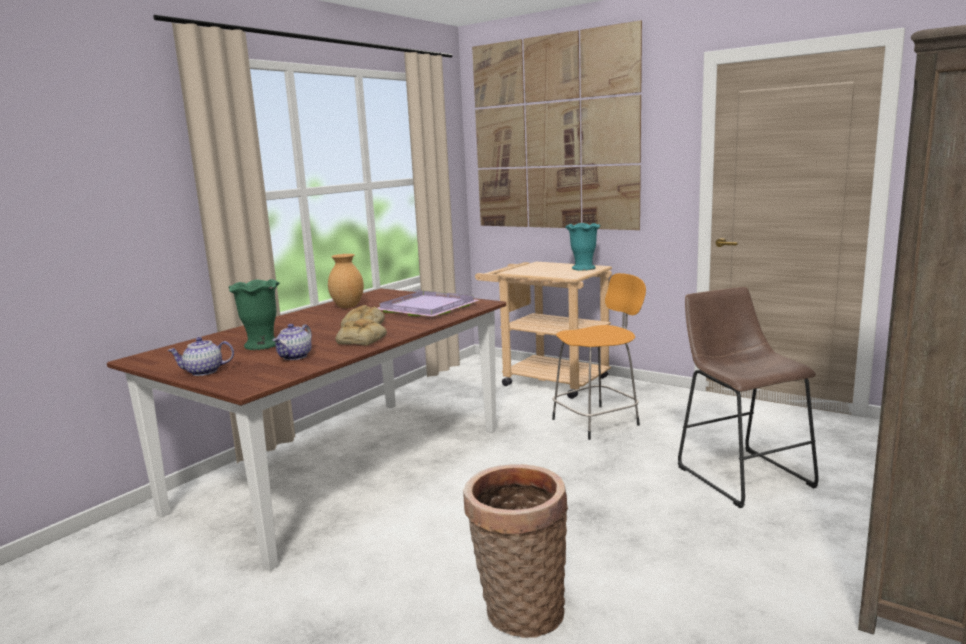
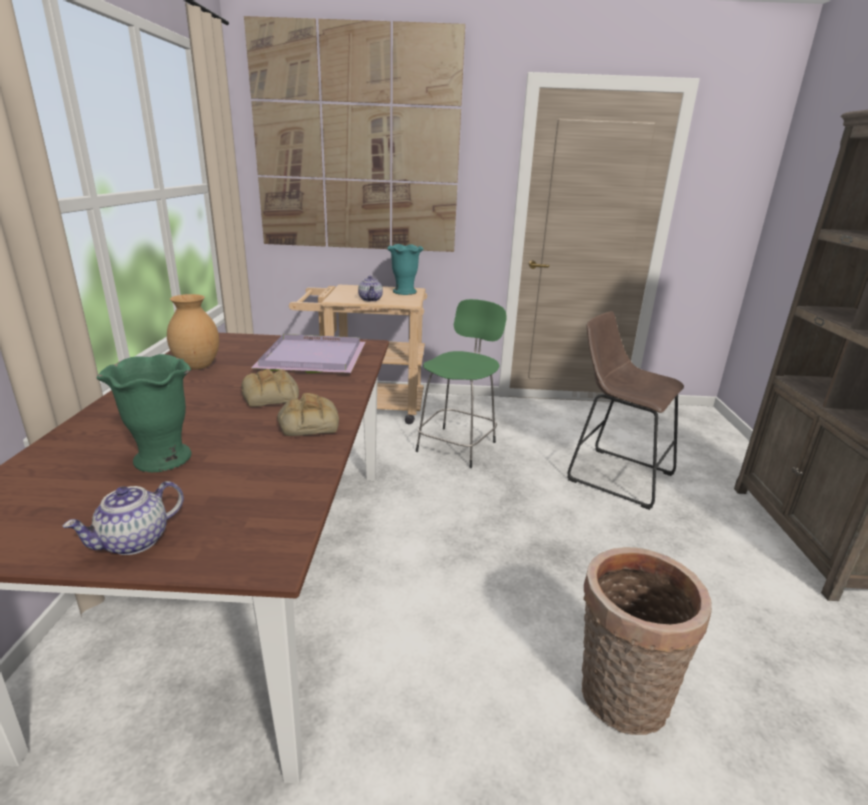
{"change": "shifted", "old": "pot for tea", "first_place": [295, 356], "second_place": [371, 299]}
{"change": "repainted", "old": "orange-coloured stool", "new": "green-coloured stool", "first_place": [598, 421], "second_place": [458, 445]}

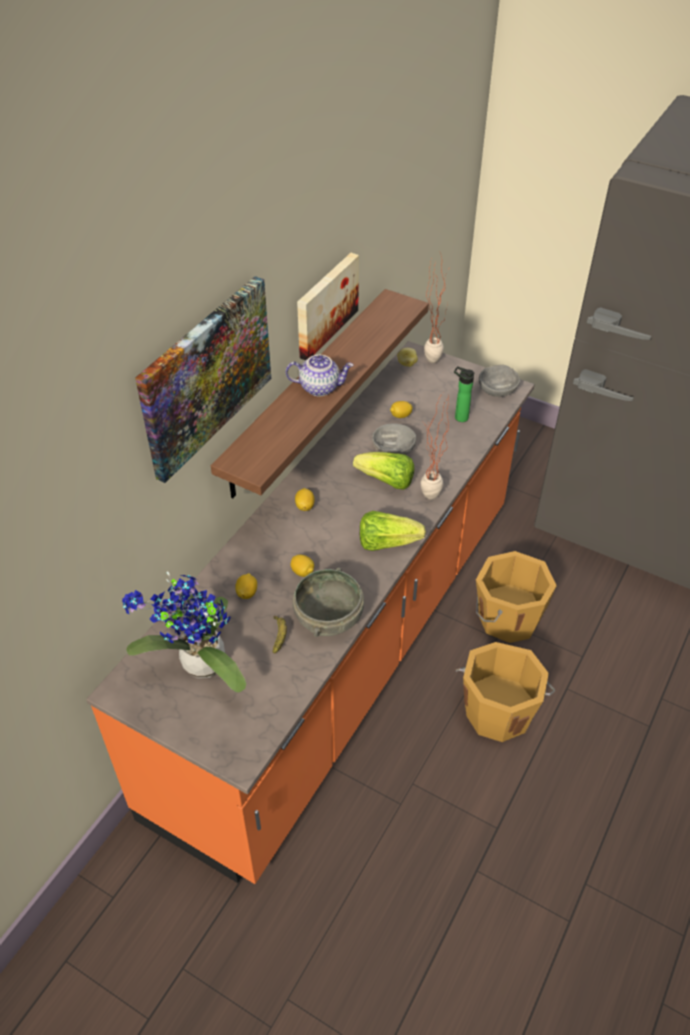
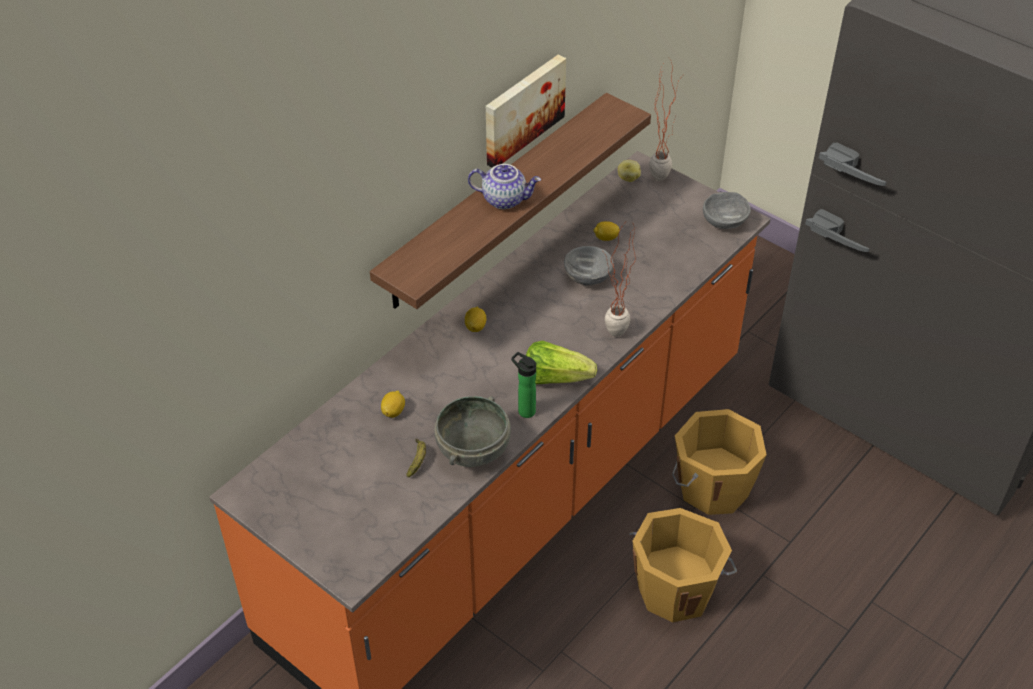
{"change": "gone", "old": "potted plant", "first_place": [198, 666]}
{"change": "gone", "old": "wall art", "first_place": [205, 376]}
{"change": "gone", "old": "citrus fruit", "first_place": [302, 572]}
{"change": "gone", "old": "lettuce", "first_place": [386, 481]}
{"change": "shifted", "old": "drink bottle", "first_place": [459, 417], "second_place": [524, 410]}

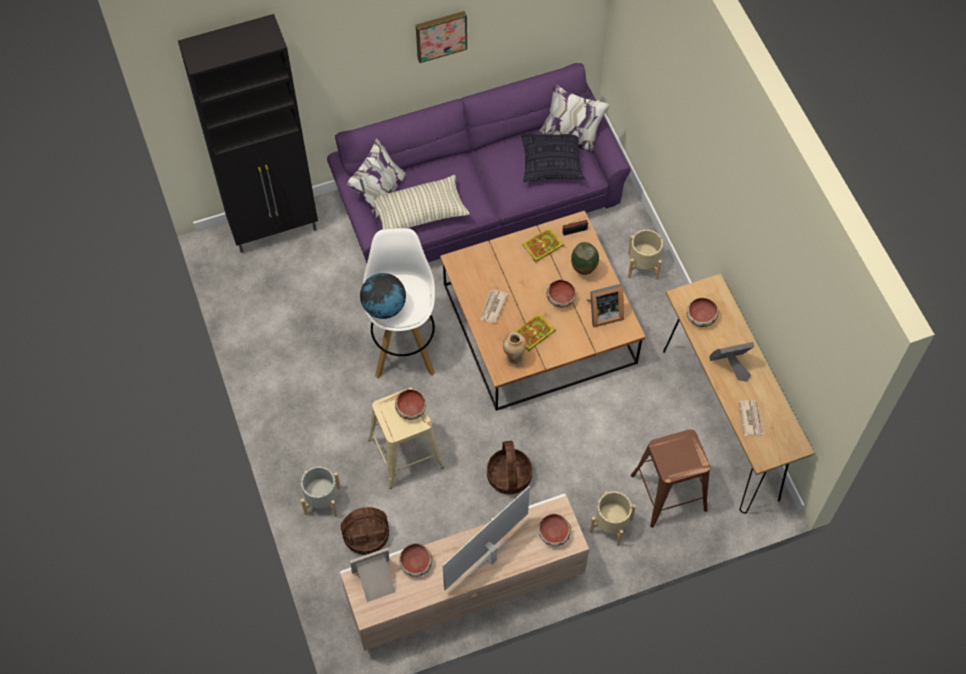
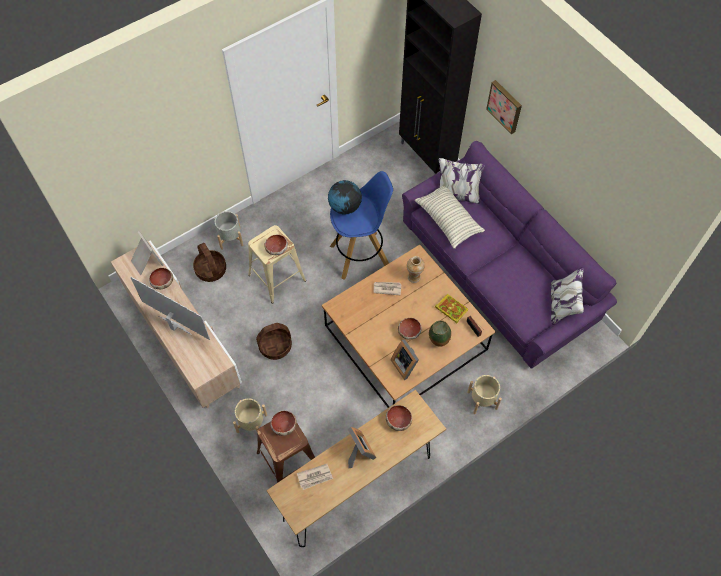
{"change": "repainted", "old": "white stool", "new": "blue-coloured stool", "first_place": [404, 345], "second_place": [360, 255]}
{"change": "shifted", "old": "wall art", "first_place": [440, 35], "second_place": [505, 106]}
{"change": "shifted", "old": "vase", "first_place": [514, 359], "second_place": [414, 277]}
{"change": "gone", "old": "bound book", "first_place": [533, 334]}
{"change": "gone", "old": "pillow", "first_place": [551, 163]}
{"change": "shifted", "old": "serving bowl", "first_place": [554, 534], "second_place": [284, 426]}

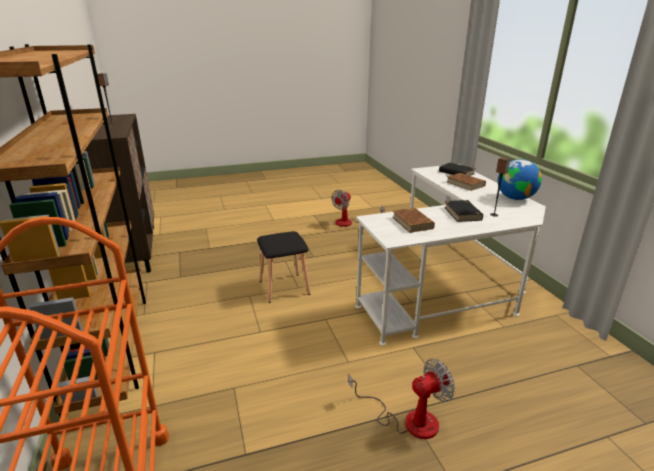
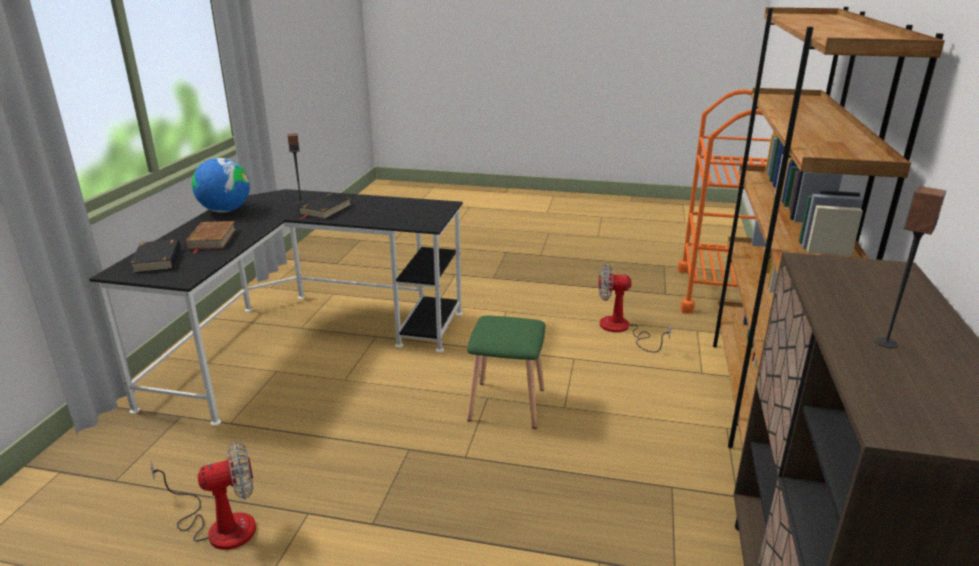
{"change": "repainted", "old": "black stool", "new": "green-coloured stool", "first_place": [283, 287], "second_place": [507, 405]}
{"change": "shifted", "old": "fan", "first_place": [409, 420], "second_place": [622, 330]}
{"change": "repainted", "old": "white desk table", "new": "black desk table", "first_place": [448, 285], "second_place": [303, 340]}
{"change": "gone", "old": "brownish bound book", "first_place": [412, 222]}

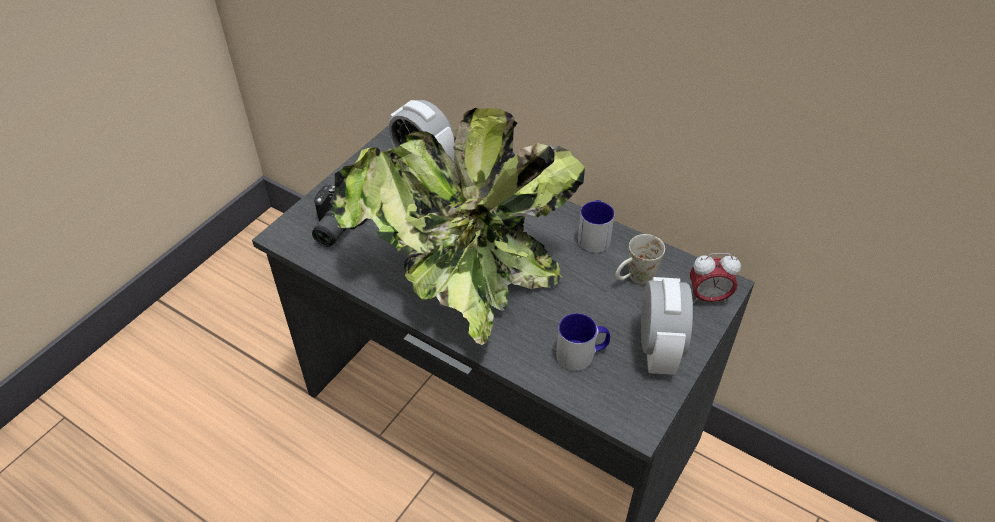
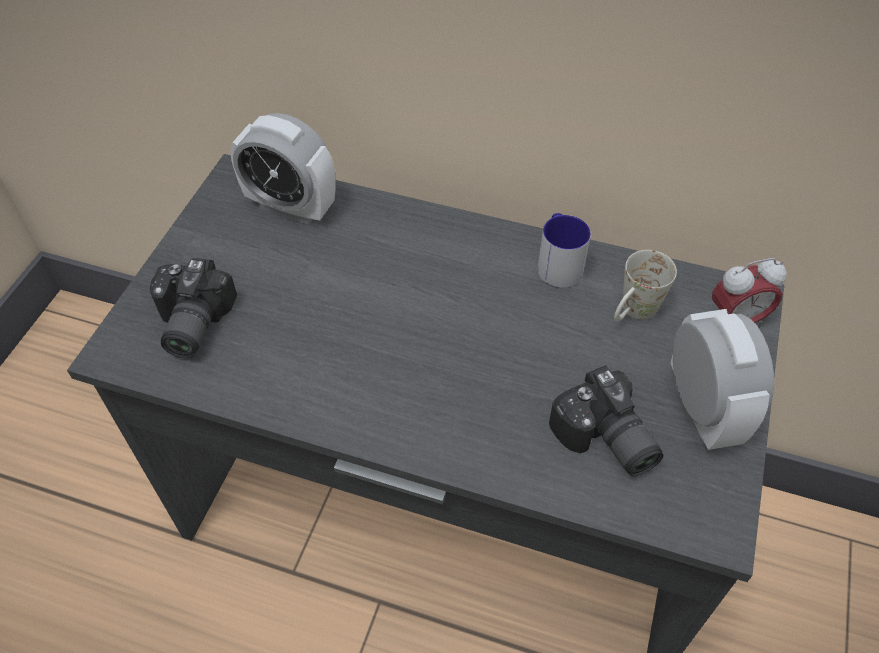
{"change": "gone", "old": "potted plant", "first_place": [460, 280]}
{"change": "swapped", "old": "mug", "new": "photo camera", "first_place": [582, 354], "second_place": [604, 441]}

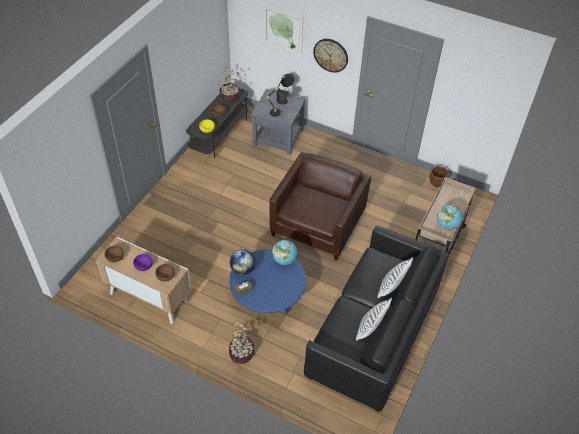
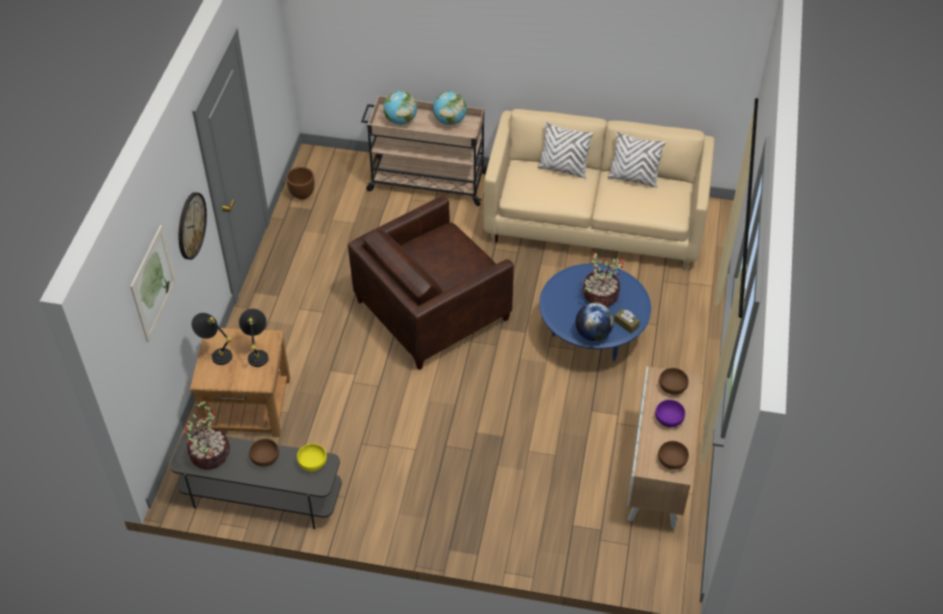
{"change": "shifted", "old": "potted plant", "first_place": [241, 353], "second_place": [599, 296]}
{"change": "repainted", "old": "greyish accent table", "new": "brownish accent table", "first_place": [278, 137], "second_place": [248, 405]}
{"change": "rotated", "old": "brownish lounge chair", "first_place": [318, 224], "second_place": [432, 309], "degrees": -45}
{"change": "shifted", "old": "globe", "first_place": [284, 260], "second_place": [400, 120]}
{"change": "repainted", "old": "black couch", "new": "sand-coloured couch", "first_place": [373, 334], "second_place": [595, 221]}

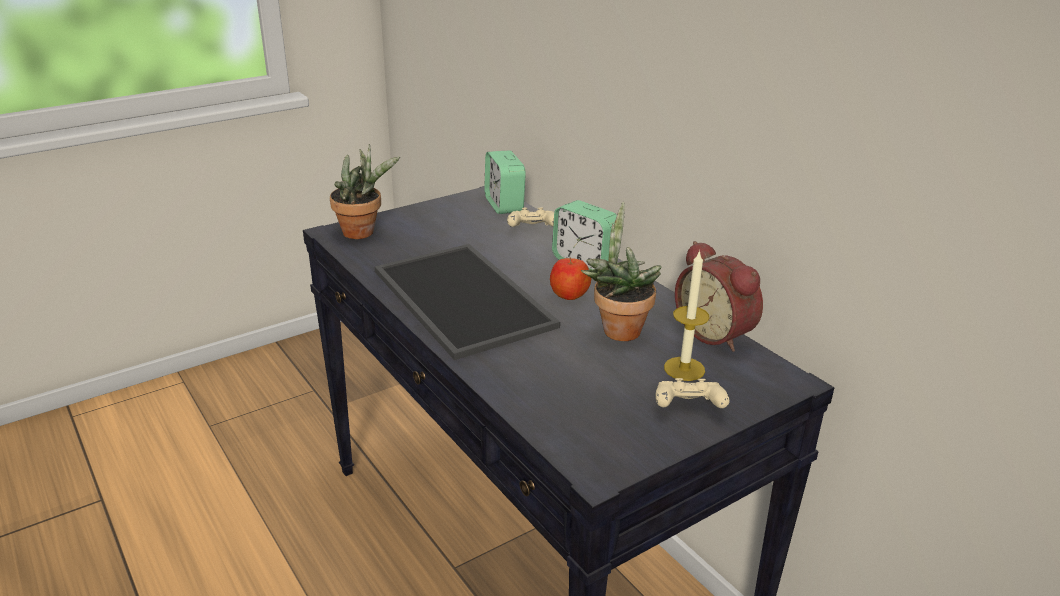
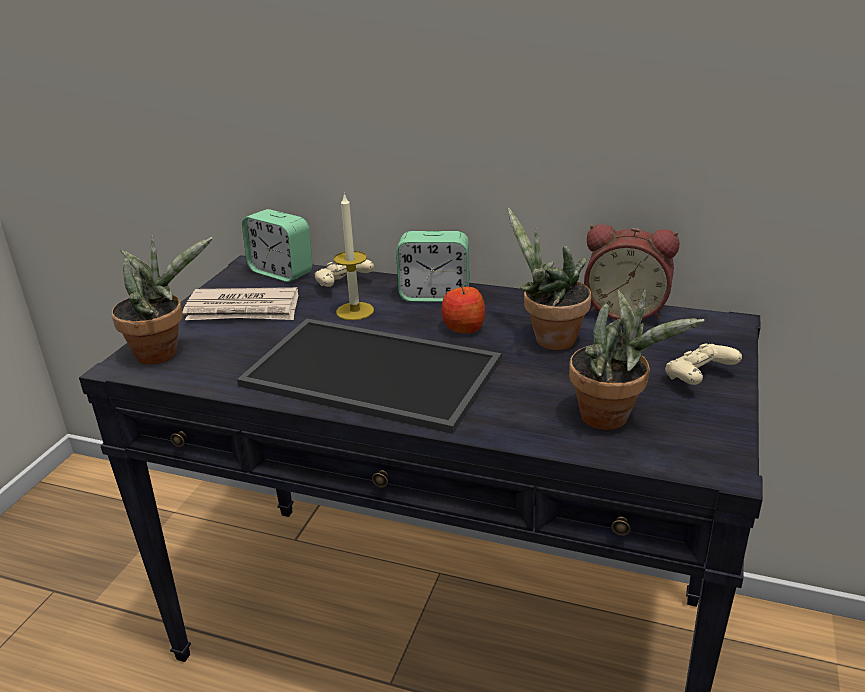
{"change": "shifted", "old": "wax light", "first_place": [684, 369], "second_place": [355, 311]}
{"change": "new", "new": "daily paper", "second_place": [243, 310]}
{"change": "new", "new": "potted plant", "second_place": [612, 417]}

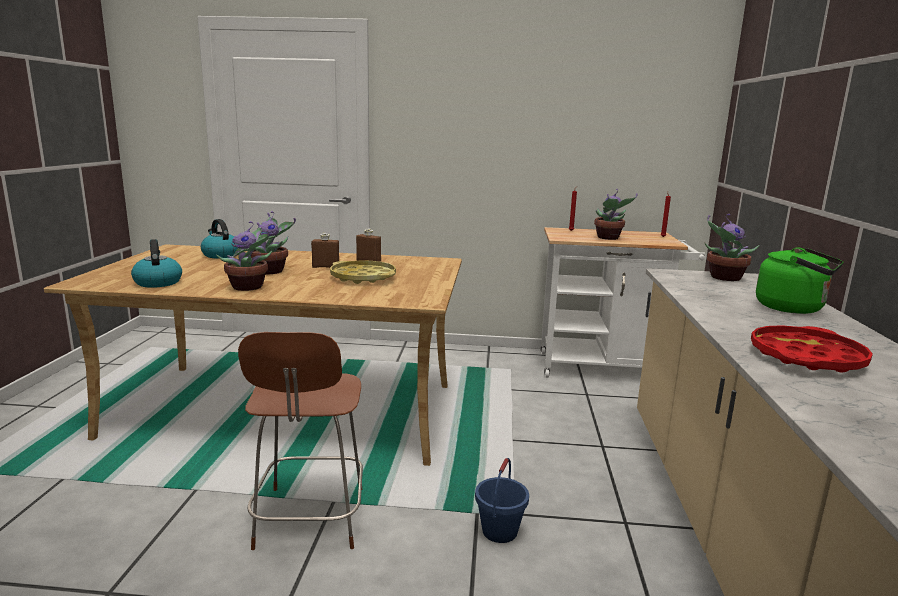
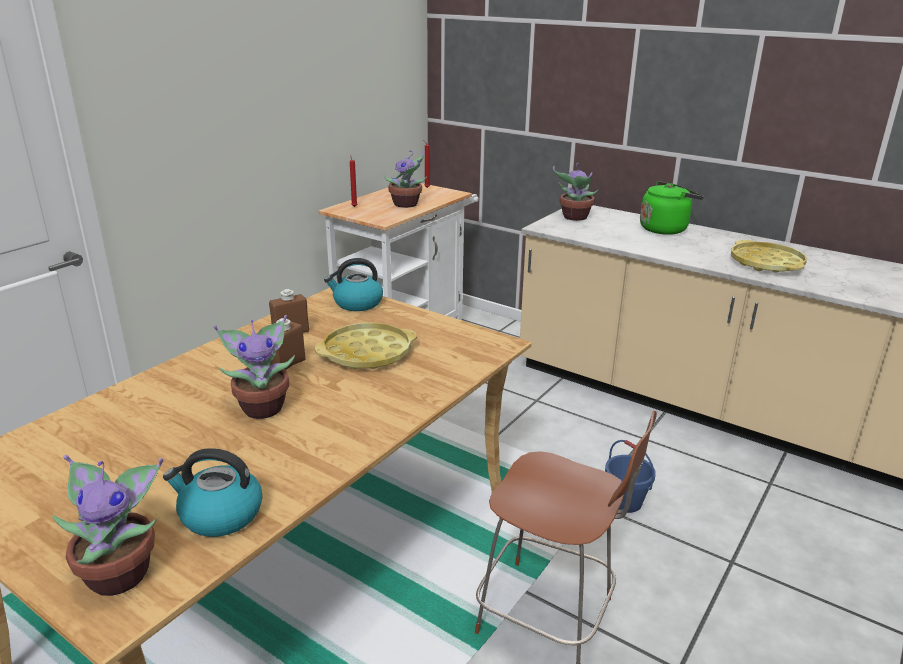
{"change": "shifted", "old": "kettle", "first_place": [221, 255], "second_place": [357, 303]}
{"change": "shifted", "old": "potted plant", "first_place": [249, 287], "second_place": [122, 573]}
{"change": "repainted", "old": "reddish tray", "new": "yellow tray", "first_place": [806, 357], "second_place": [766, 263]}

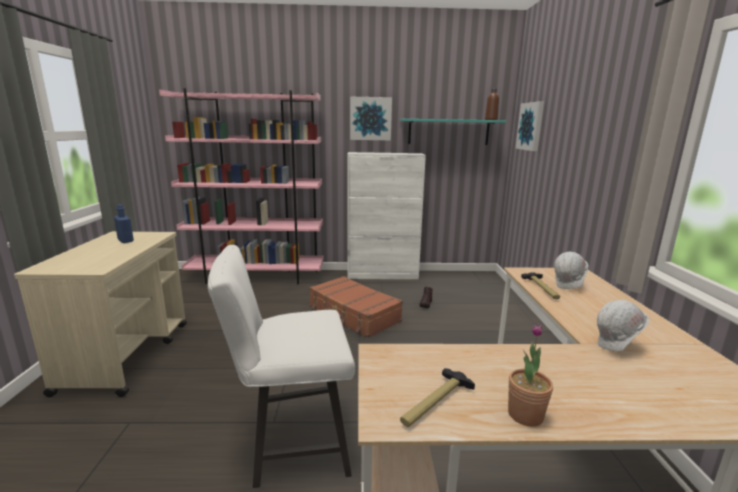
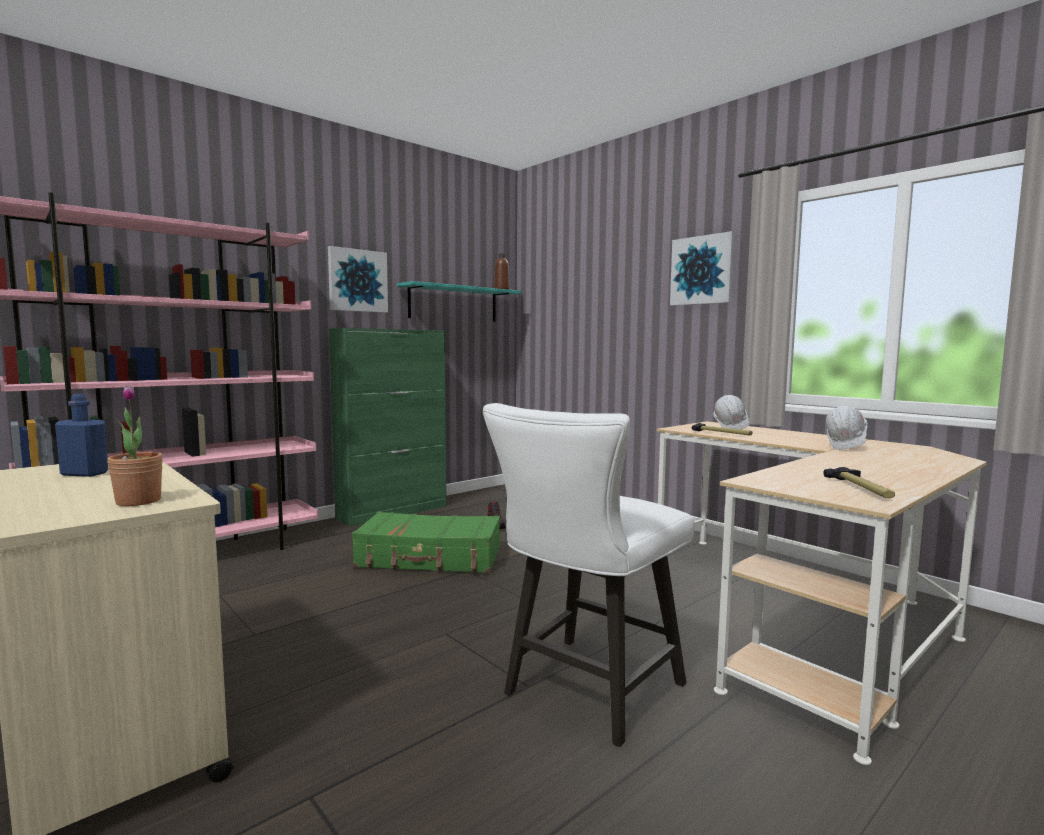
{"change": "repainted", "old": "brownish travel case", "new": "green-coloured travel case", "first_place": [353, 315], "second_place": [430, 558]}
{"change": "repainted", "old": "white cupboard", "new": "green-coloured cupboard", "first_place": [383, 275], "second_place": [393, 512]}
{"change": "shifted", "old": "potted plant", "first_place": [525, 415], "second_place": [138, 501]}
{"change": "shifted", "old": "wall art", "first_place": [530, 126], "second_place": [702, 270]}

